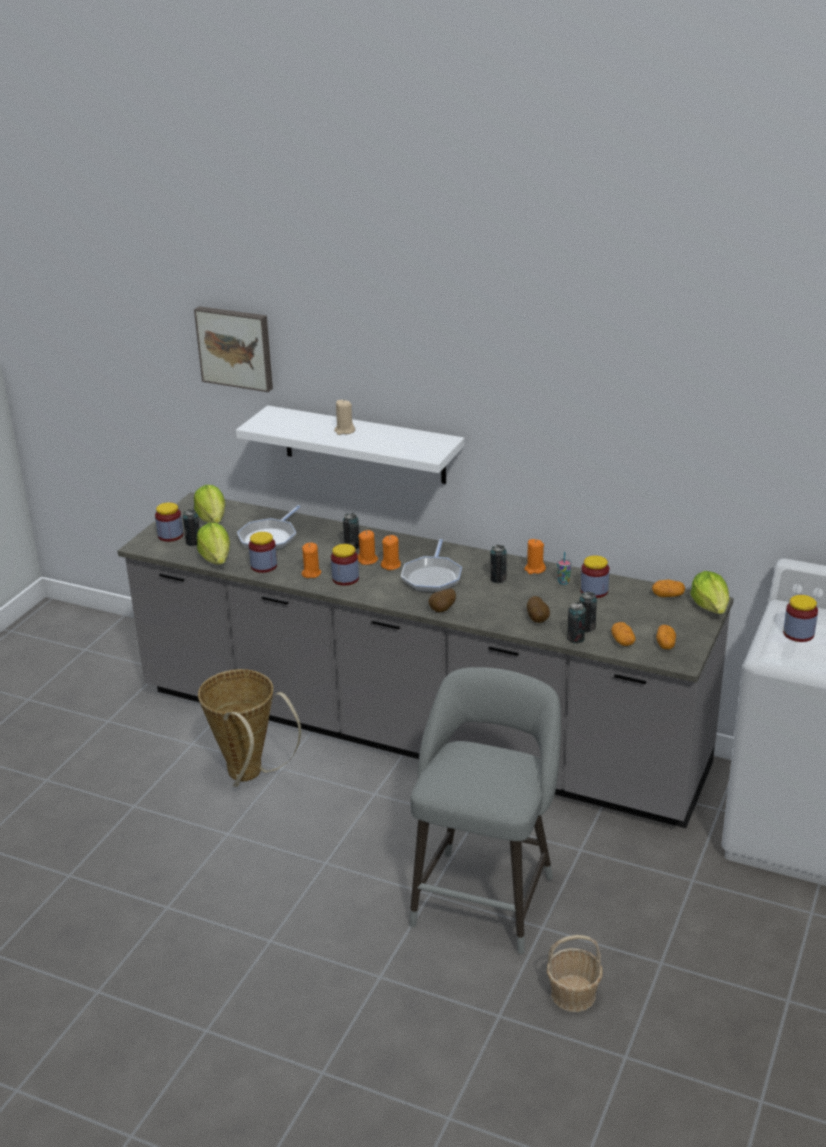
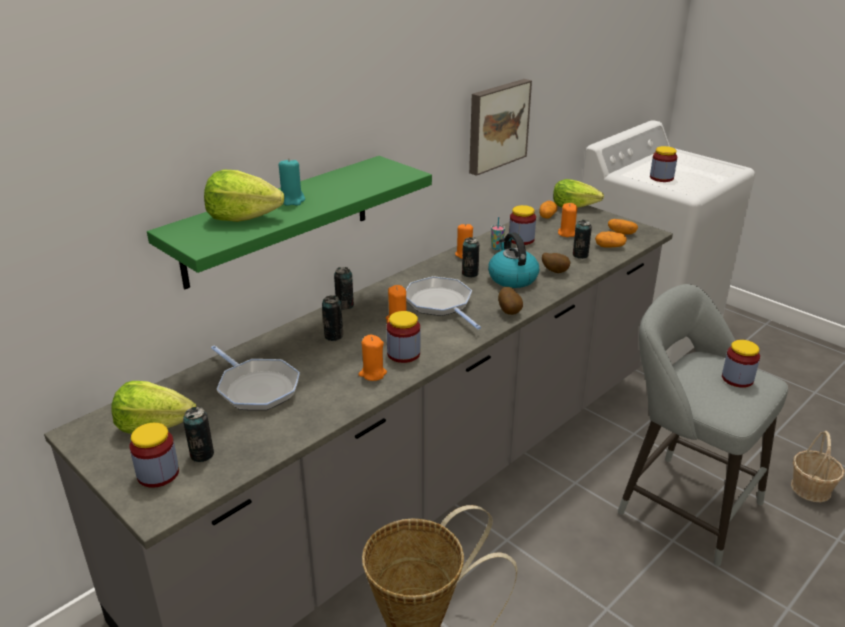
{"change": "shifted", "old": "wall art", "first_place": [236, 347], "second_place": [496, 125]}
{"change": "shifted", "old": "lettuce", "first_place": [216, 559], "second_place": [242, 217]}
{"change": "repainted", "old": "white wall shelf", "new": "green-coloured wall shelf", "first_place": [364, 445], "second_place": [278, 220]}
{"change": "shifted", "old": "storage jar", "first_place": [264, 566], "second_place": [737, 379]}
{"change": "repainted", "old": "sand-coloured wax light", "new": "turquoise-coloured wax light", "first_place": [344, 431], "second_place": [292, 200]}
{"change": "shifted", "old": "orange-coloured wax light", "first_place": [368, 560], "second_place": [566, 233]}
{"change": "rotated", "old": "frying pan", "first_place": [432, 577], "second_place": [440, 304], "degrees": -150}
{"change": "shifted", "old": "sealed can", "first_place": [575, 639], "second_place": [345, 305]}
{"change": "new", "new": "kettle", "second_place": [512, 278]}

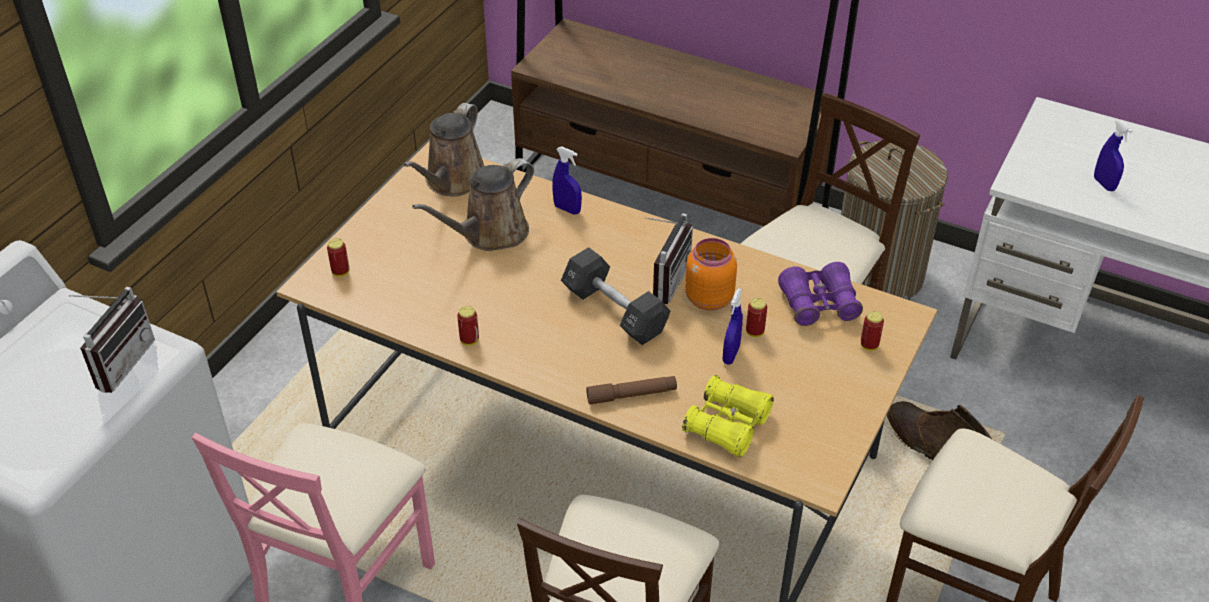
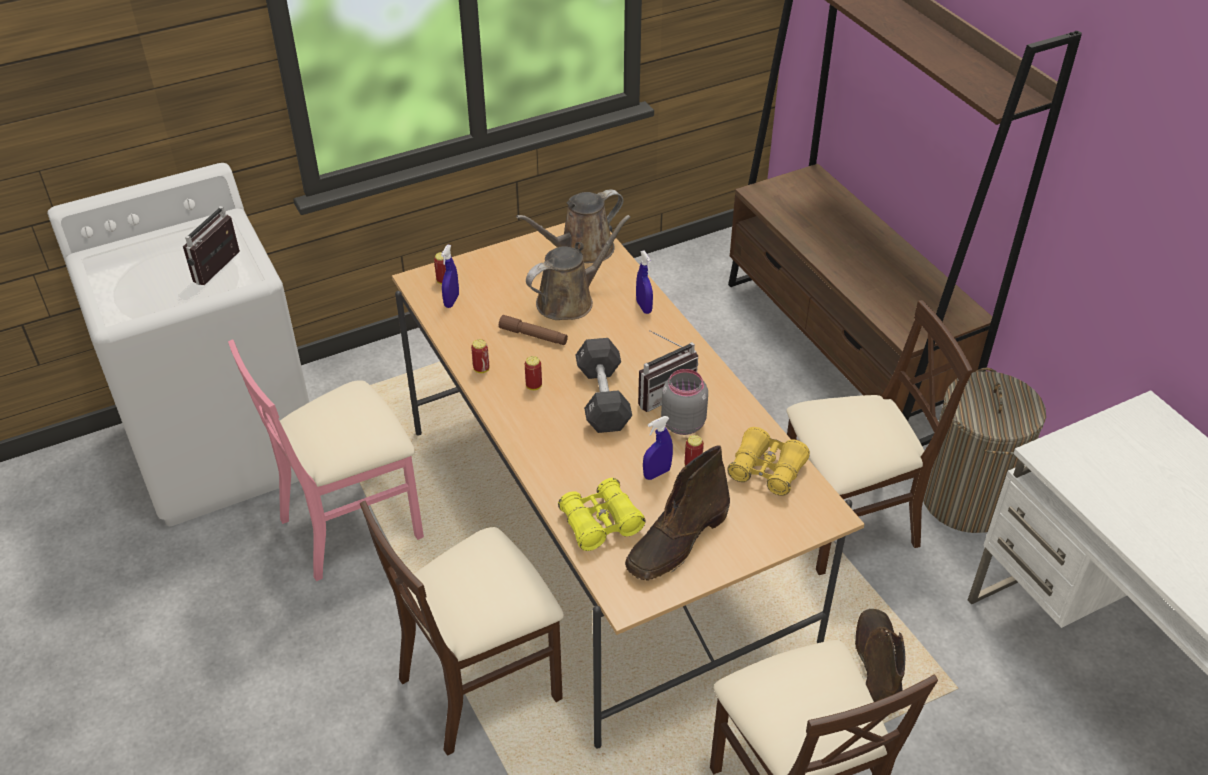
{"change": "rotated", "old": "radio", "first_place": [118, 362], "second_place": [222, 270], "degrees": 150}
{"change": "rotated", "old": "brownish watering pot", "first_place": [490, 234], "second_place": [570, 300], "degrees": 150}
{"change": "shifted", "old": "brownish hand torch", "first_place": [631, 395], "second_place": [533, 336]}
{"change": "repainted", "old": "orange-coloured storage jar", "new": "greyish storage jar", "first_place": [707, 298], "second_place": [682, 423]}
{"change": "repainted", "old": "purplish pair of binoculars", "new": "yellow pair of binoculars", "first_place": [819, 304], "second_place": [766, 470]}
{"change": "shifted", "old": "sealed can", "first_place": [869, 345], "second_place": [534, 386]}
{"change": "shifted", "old": "blue-coloured spray bottle", "first_place": [1104, 184], "second_place": [451, 301]}
{"change": "new", "new": "brownish boot", "second_place": [677, 541]}

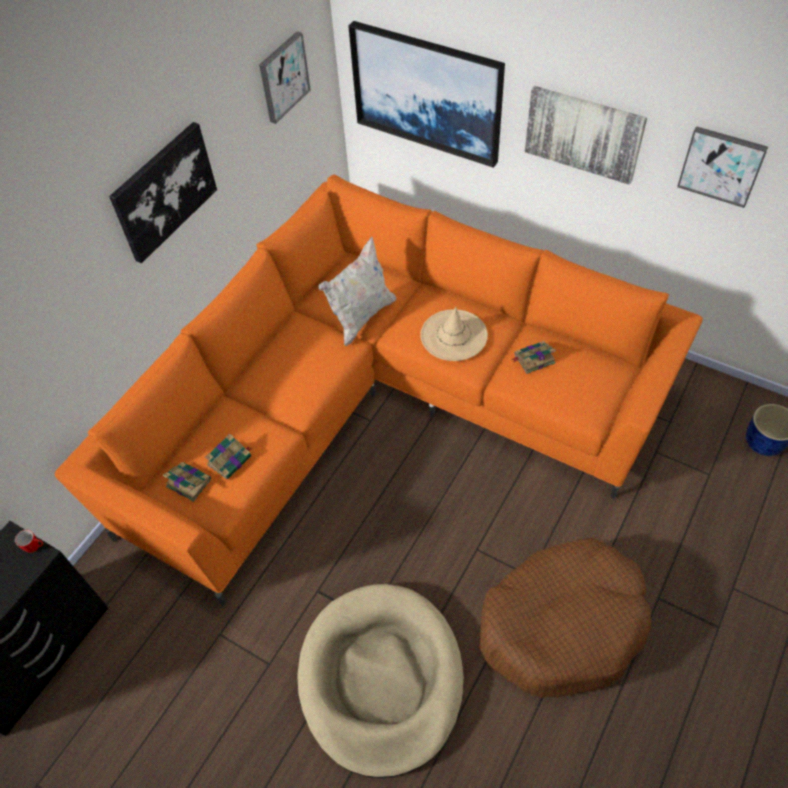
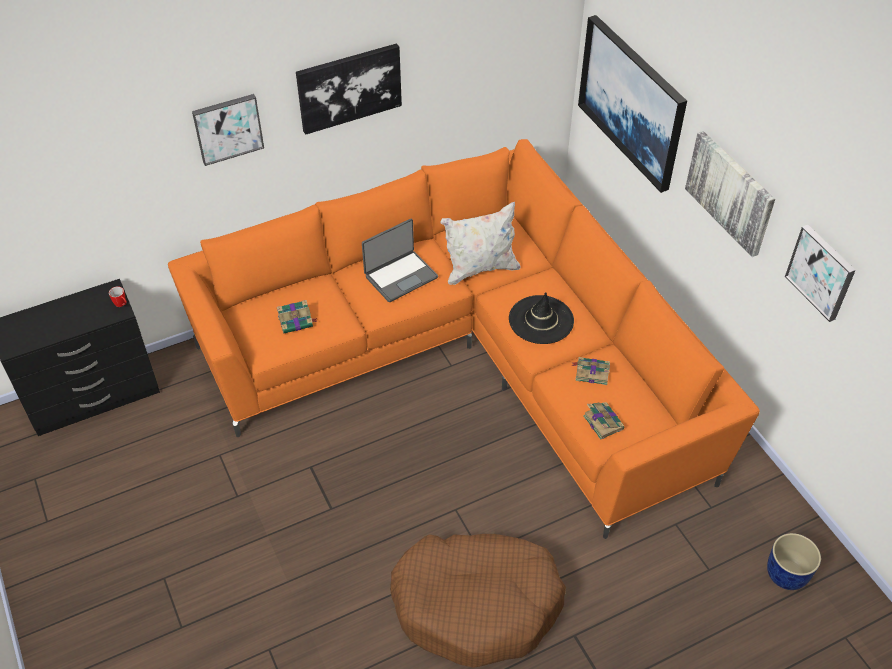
{"change": "shifted", "old": "bound book", "first_place": [188, 482], "second_place": [602, 422]}
{"change": "shifted", "old": "wall art", "first_place": [283, 77], "second_place": [228, 128]}
{"change": "gone", "old": "sand-coloured dog bed", "first_place": [381, 679]}
{"change": "repainted", "old": "sand-coloured wearable hat", "new": "black wearable hat", "first_place": [453, 335], "second_place": [541, 320]}
{"change": "new", "new": "notebook computer", "second_place": [400, 276]}

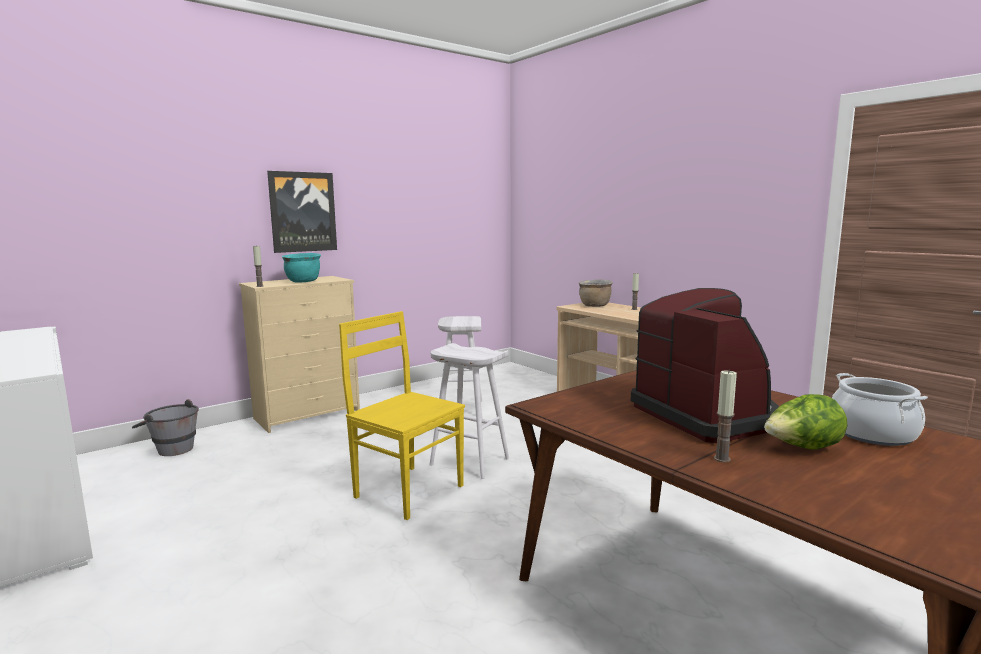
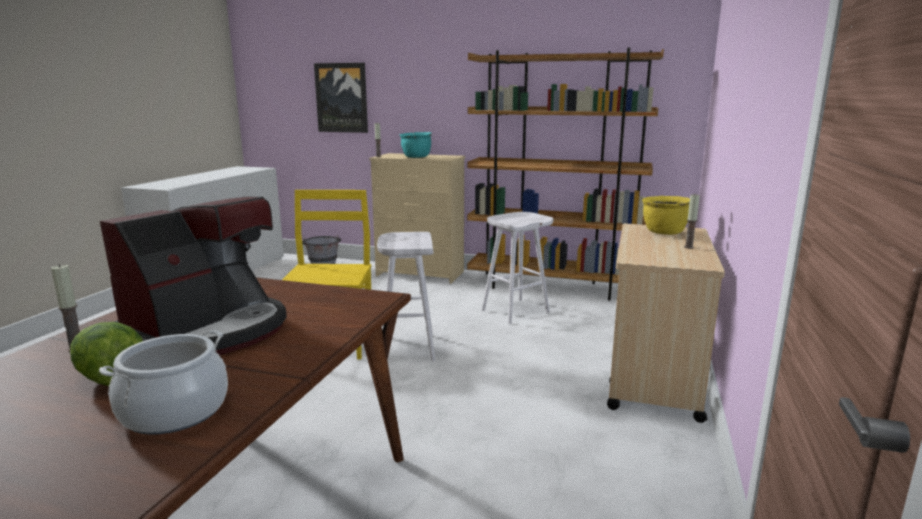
{"change": "shifted", "old": "wall art", "first_place": [302, 212], "second_place": [342, 98]}
{"change": "repainted", "old": "brownish saucepot", "new": "yellow saucepot", "first_place": [595, 306], "second_place": [663, 233]}
{"change": "new", "new": "brownish shelving unit", "second_place": [553, 286]}

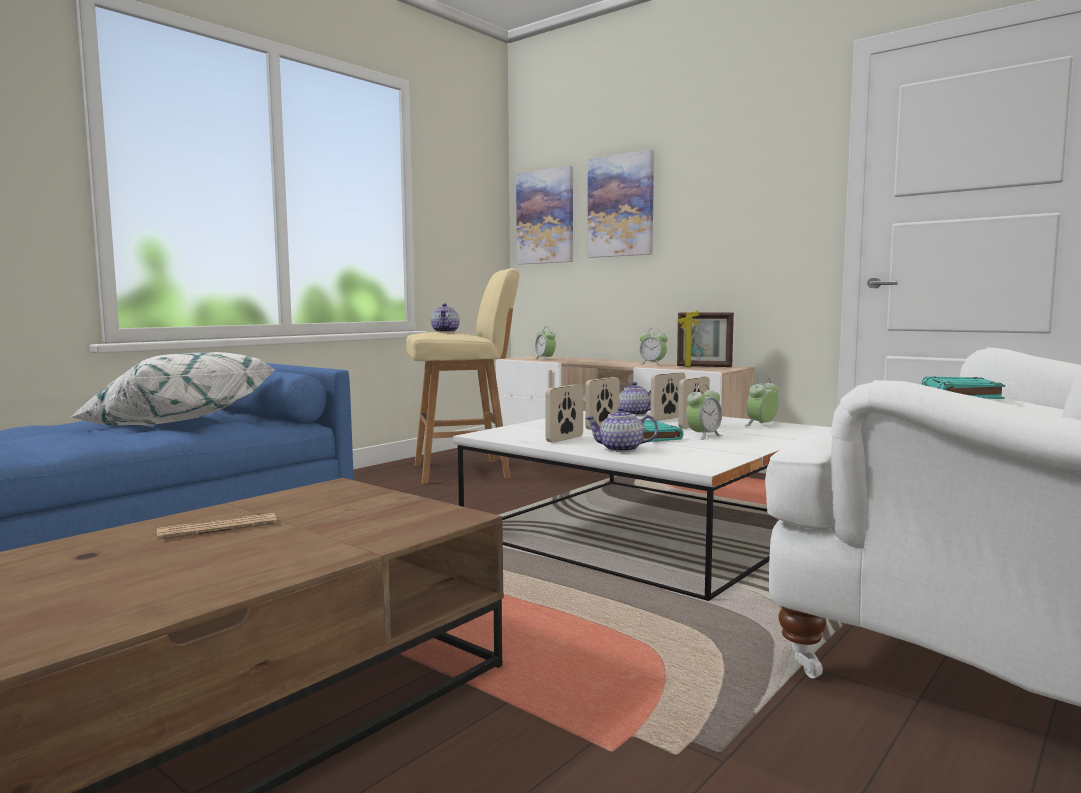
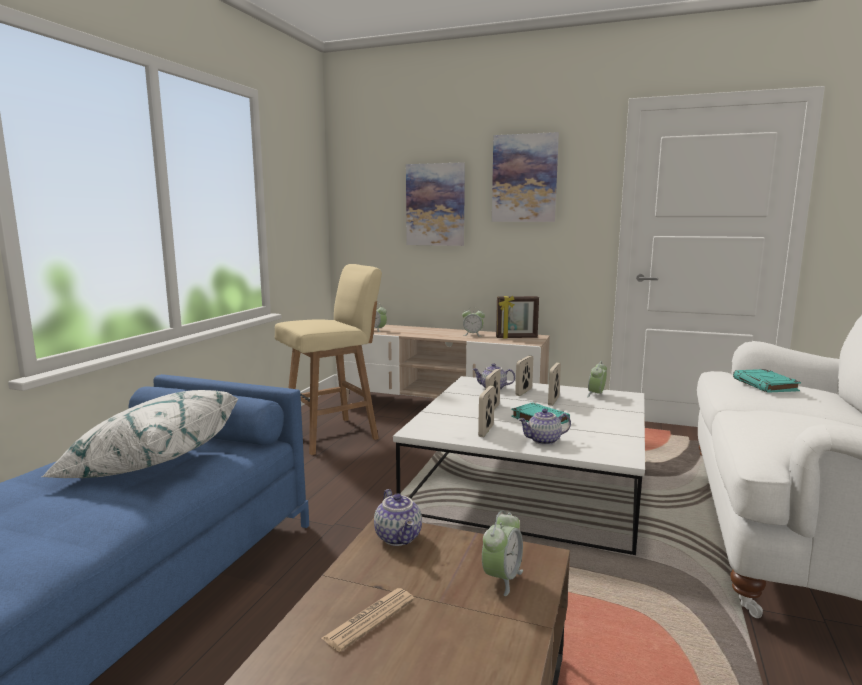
{"change": "shifted", "old": "pot for tea", "first_place": [446, 331], "second_place": [399, 537]}
{"change": "shifted", "old": "wall art", "first_place": [545, 217], "second_place": [524, 178]}
{"change": "shifted", "old": "alarm clock", "first_place": [703, 436], "second_place": [502, 579]}

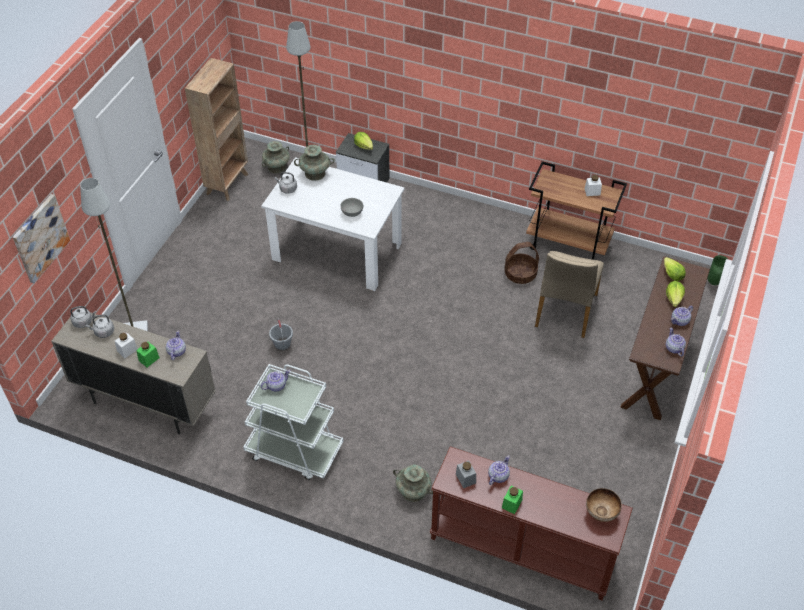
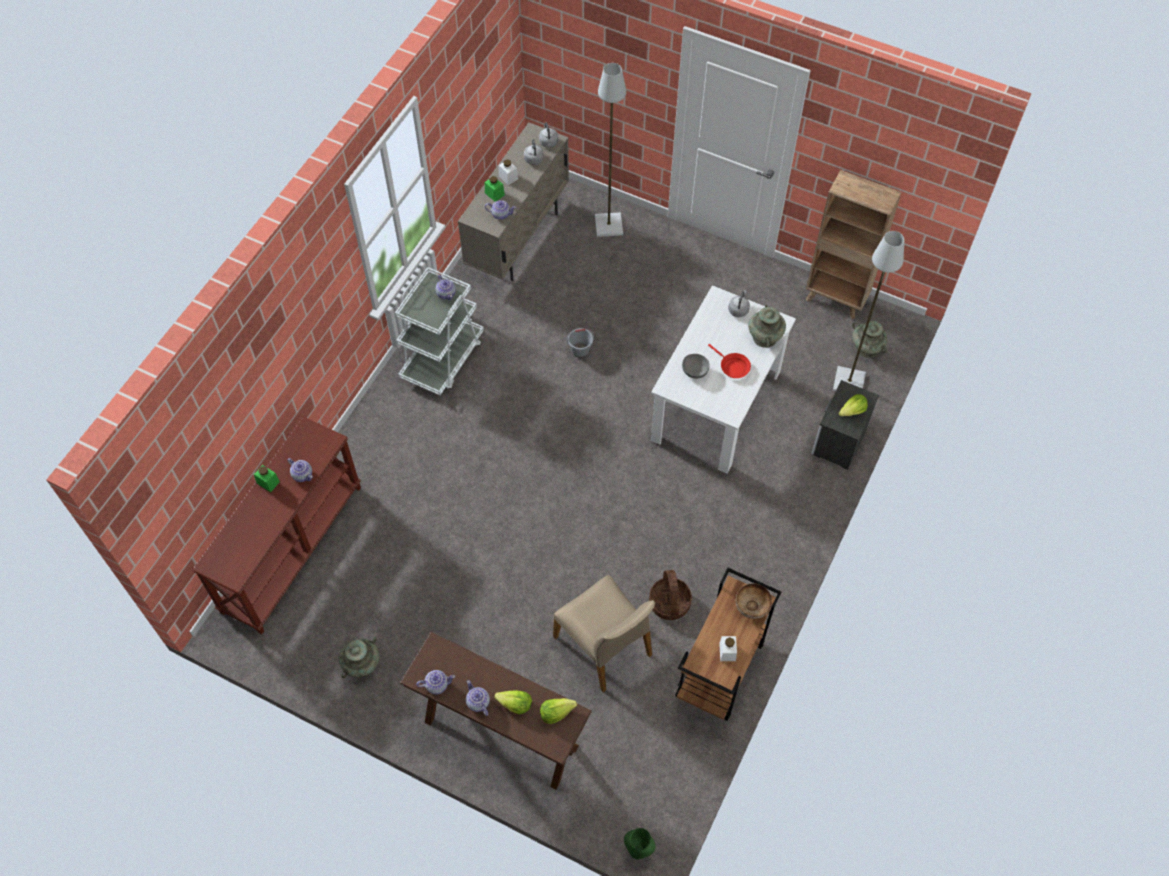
{"change": "gone", "old": "wall art", "first_place": [40, 238]}
{"change": "shifted", "old": "turquoise-coloured vase", "first_place": [413, 491], "second_place": [362, 665]}
{"change": "gone", "old": "greyish storage jar", "first_place": [465, 478]}
{"change": "rotated", "old": "sand-coloured plain chair", "first_place": [565, 310], "second_place": [604, 646], "degrees": -150}
{"change": "shifted", "old": "serving bowl", "first_place": [601, 513], "second_place": [751, 608]}
{"change": "new", "new": "reddish frying pan", "second_place": [732, 367]}

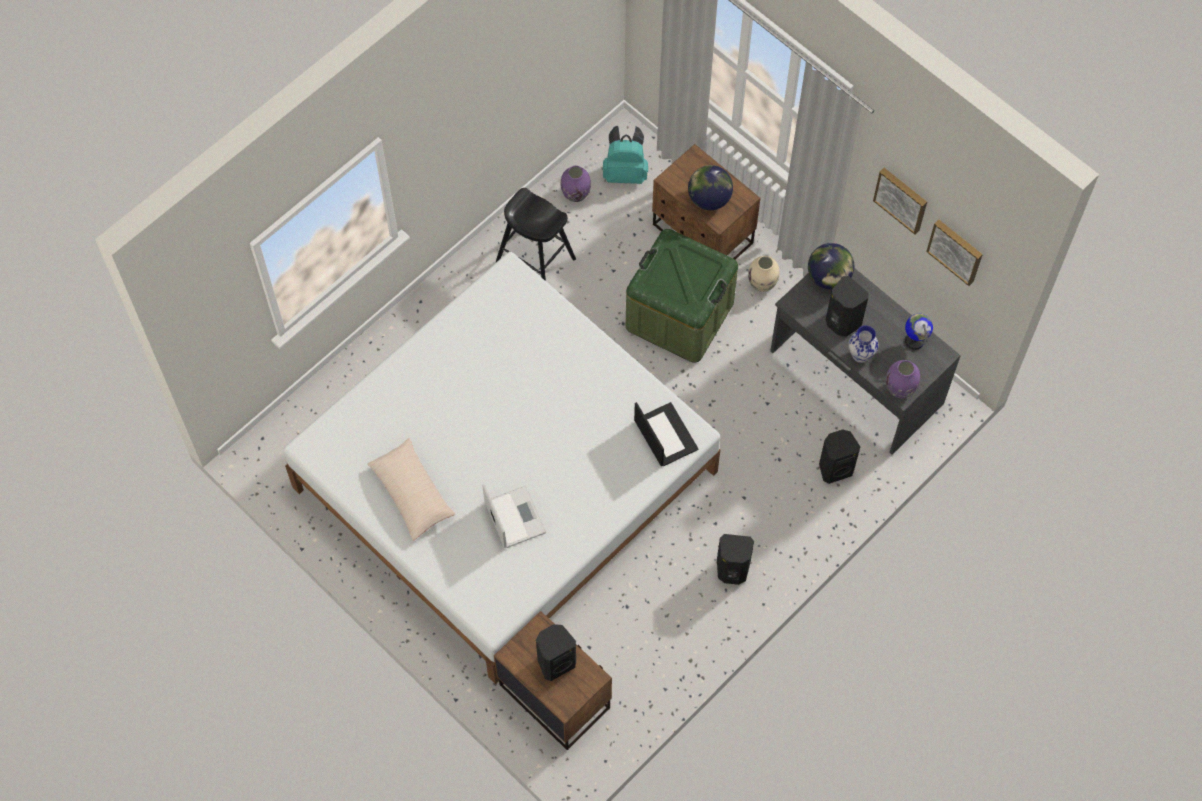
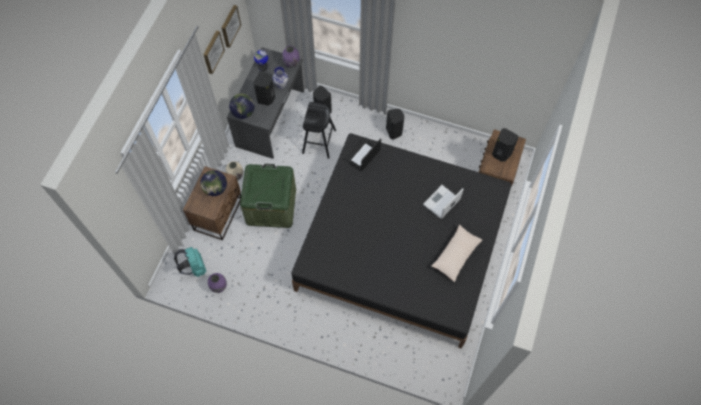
{"change": "repainted", "old": "white sleeping bed", "new": "black sleeping bed", "first_place": [505, 478], "second_place": [401, 247]}
{"change": "shifted", "old": "black stool", "first_place": [536, 260], "second_place": [319, 141]}

